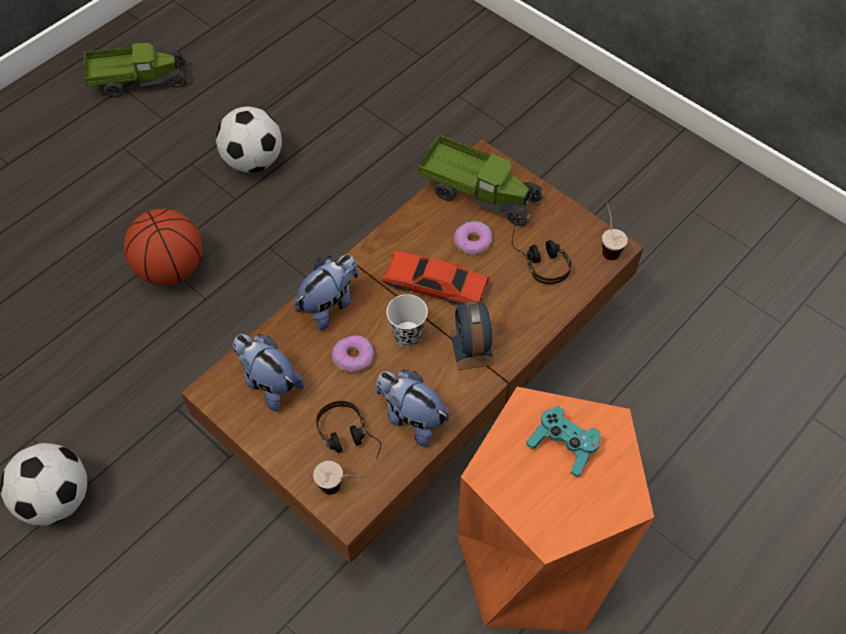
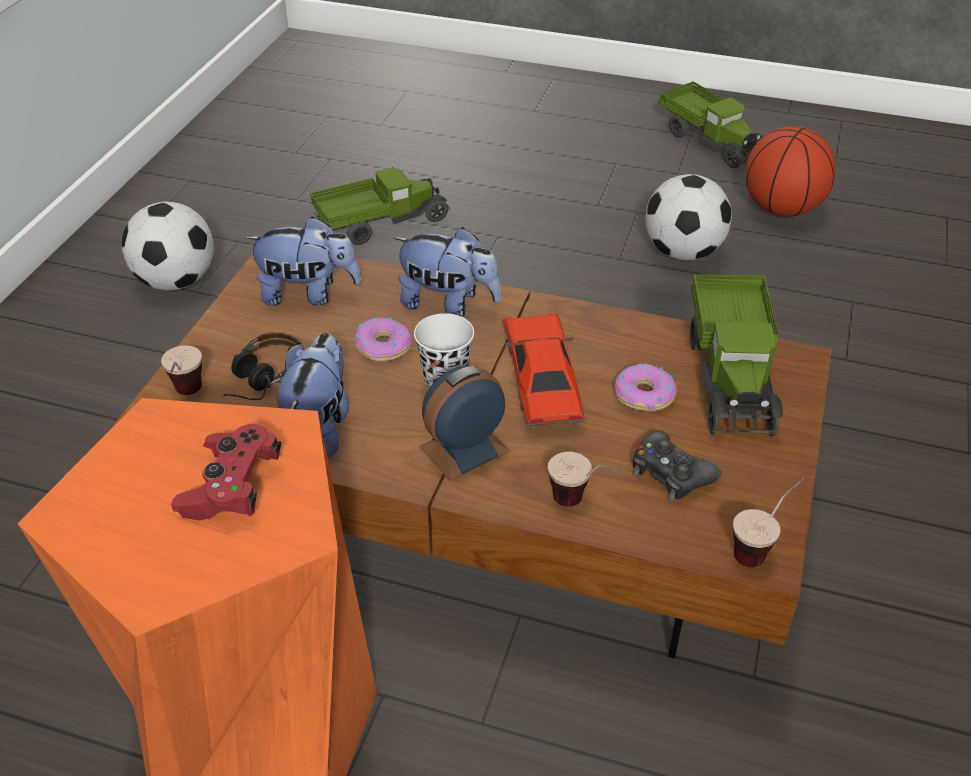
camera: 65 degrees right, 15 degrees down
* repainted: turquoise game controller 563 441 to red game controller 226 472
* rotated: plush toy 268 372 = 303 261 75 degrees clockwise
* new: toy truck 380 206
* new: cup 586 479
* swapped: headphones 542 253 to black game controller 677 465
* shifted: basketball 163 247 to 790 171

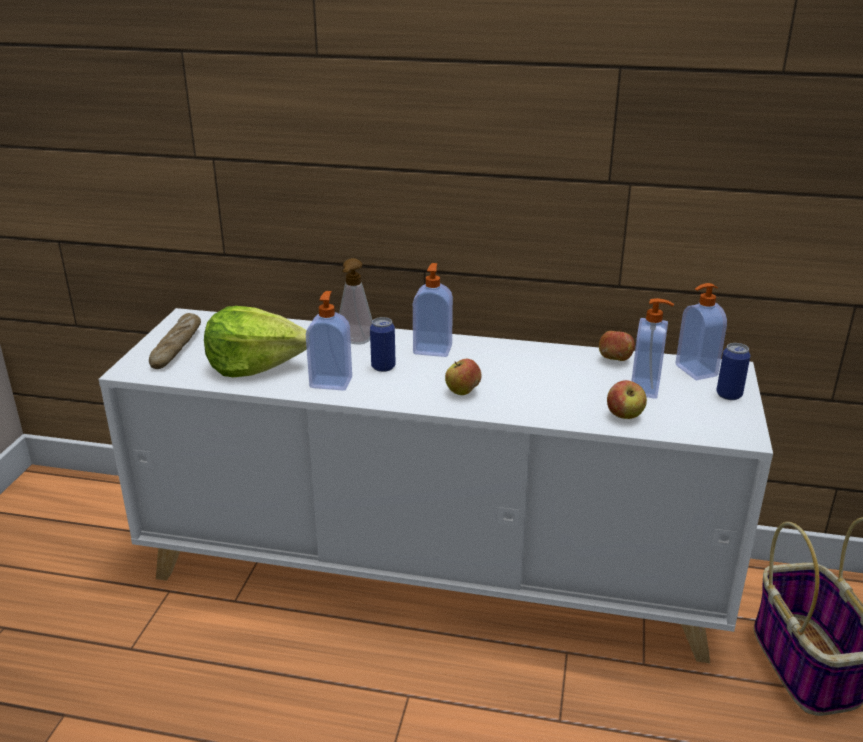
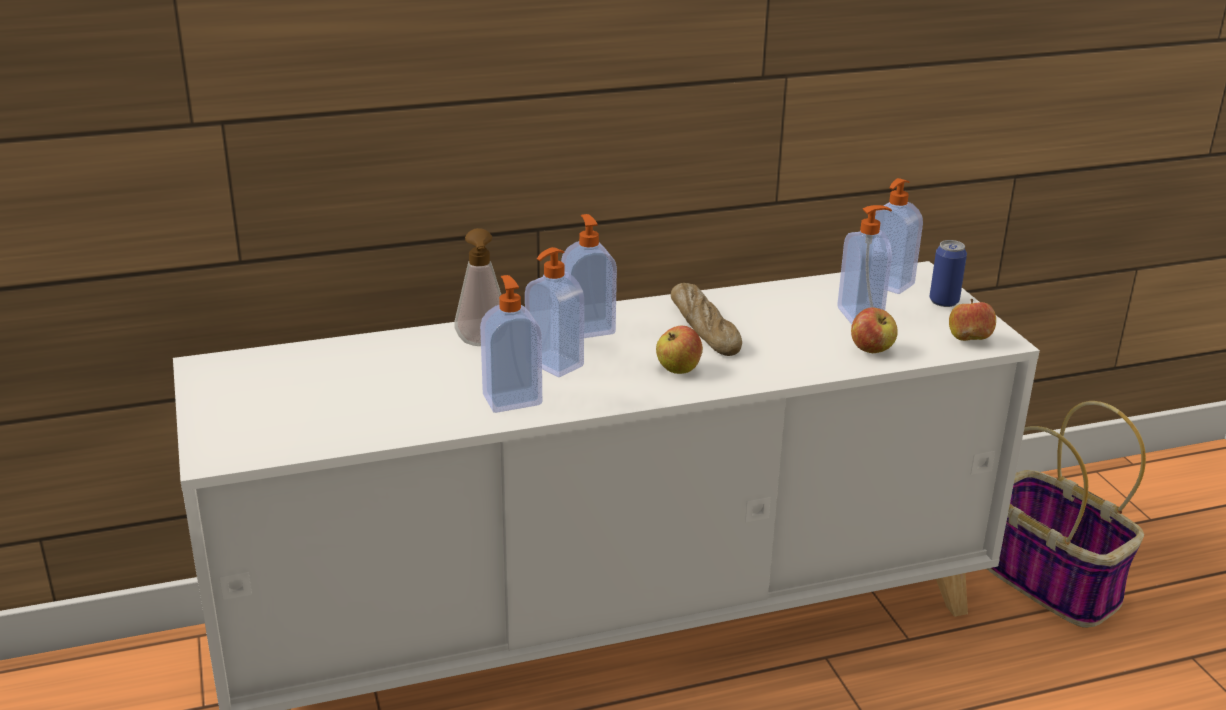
camera: 30 degrees left, 0 degrees up
* swapped: can 383 344 to soap dispenser 554 312
* shifted: bread 175 341 to 706 319
* shifted: apple 617 345 to 972 320
* gone: lettuce 255 341

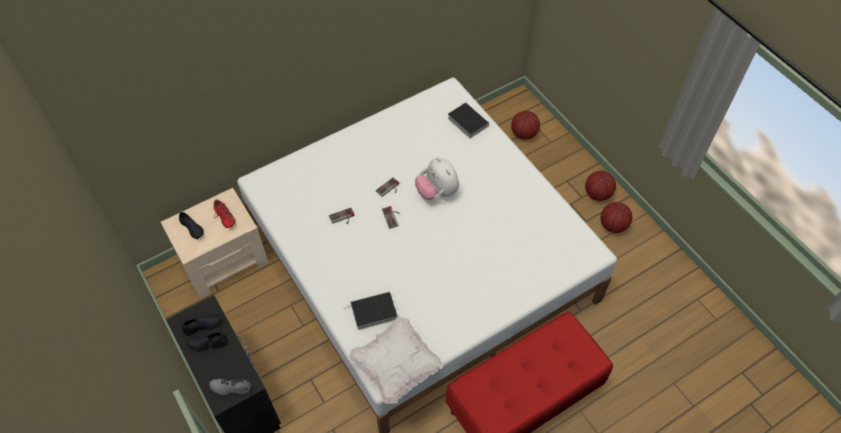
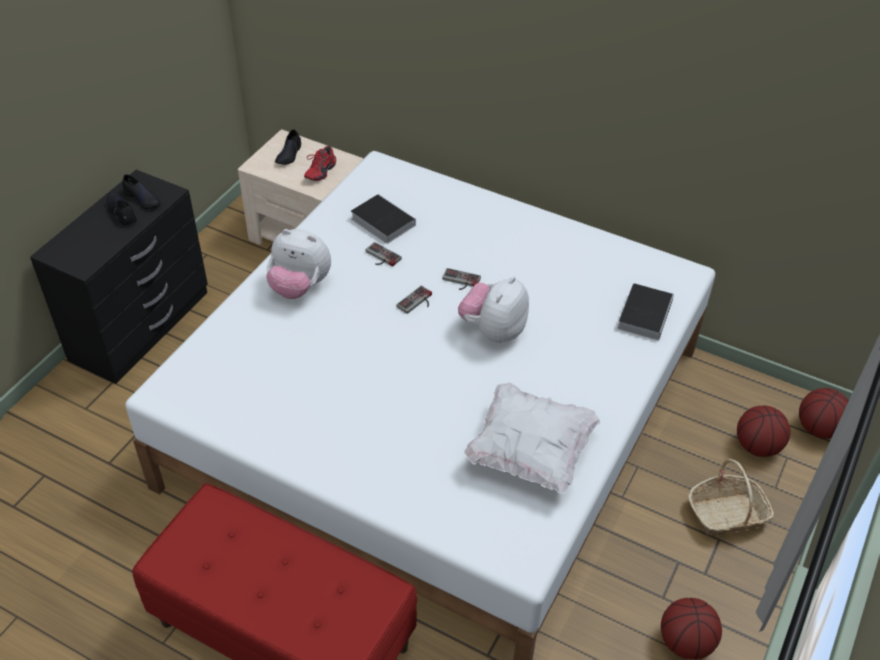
camera: 60 degrees right, 10 degrees down
* new: plush toy 298 264
* shifted: book 371 310 to 383 219
* shifted: white pillow 396 360 to 532 438
* new: basket 731 497
* shifted: basketball 600 186 to 824 413
* gone: grey shoe 230 387

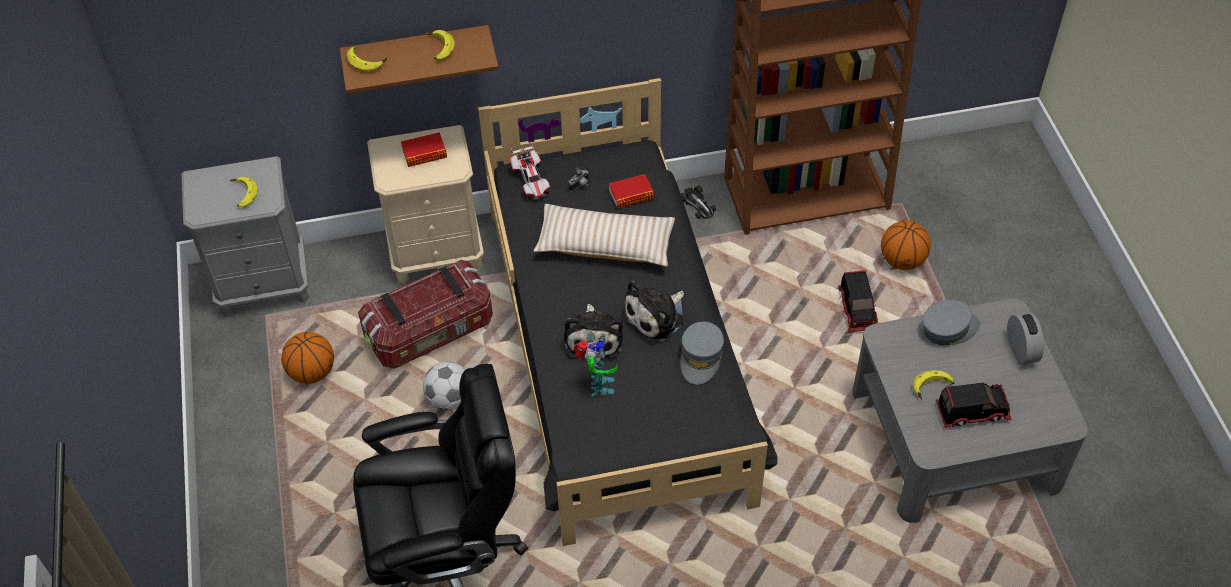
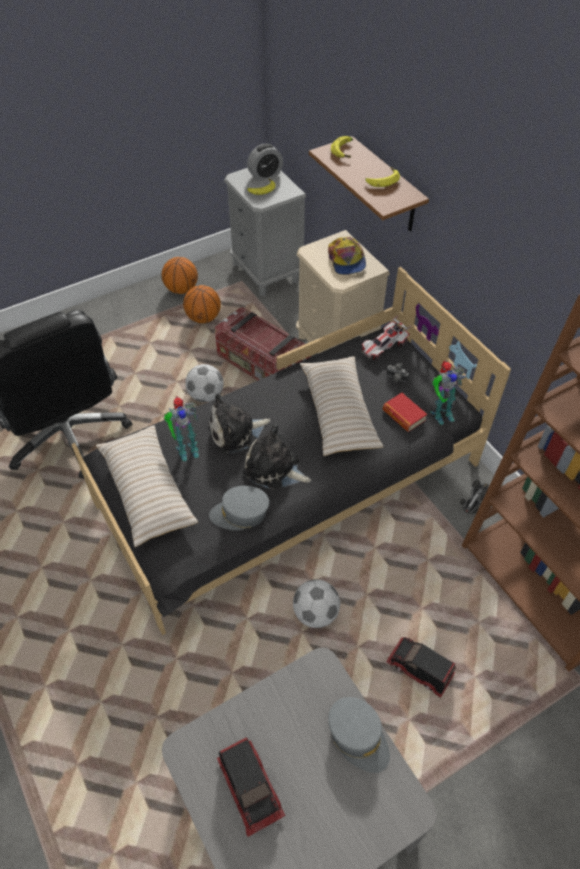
camera: 70 degrees right, 0 degrees up
* new: beige pillow 147 486
* shifted: basketball 906 245 to 179 275
* shifted: alarm clock 1025 338 to 265 162
* new: football 316 603
* swapped: book 424 149 to cap 347 256
* rotated: toy truck 858 301 = 421 667 60 degrees clockwise
* new: toy robot 448 392
* gone: banana 934 384

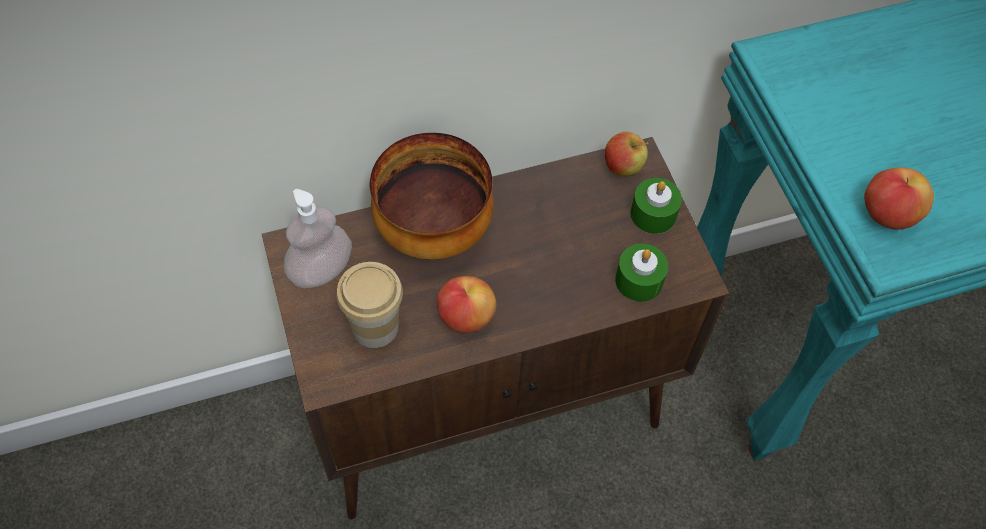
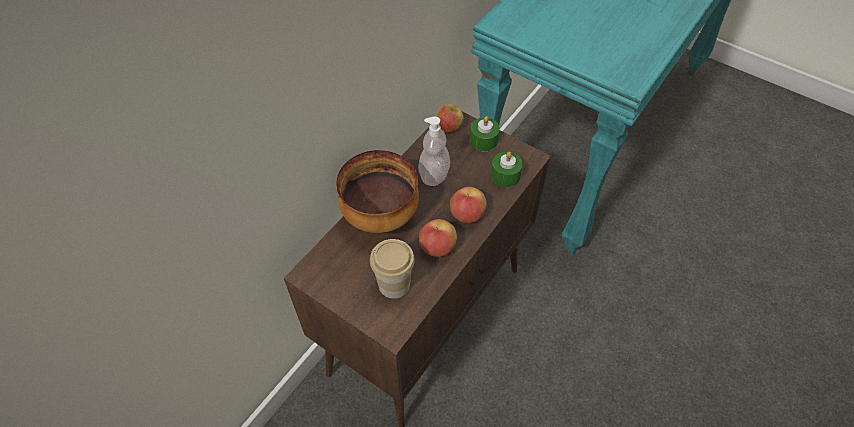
camera: 35 degrees left, 5 degrees down
* shifted: soap dispenser 318 238 to 434 151
* shifted: apple 899 198 to 468 205

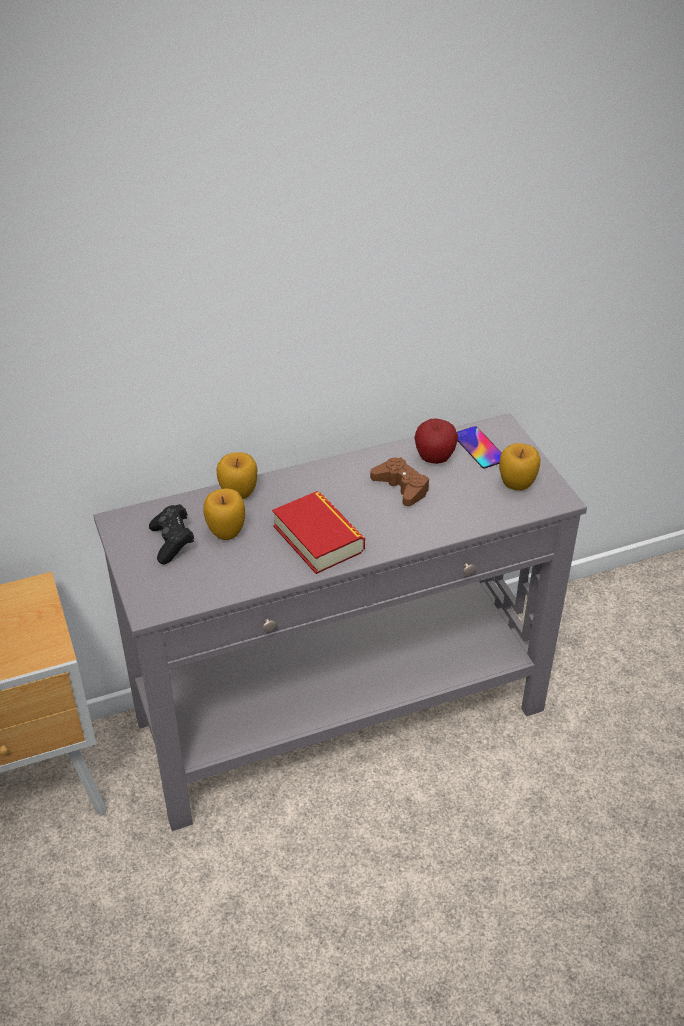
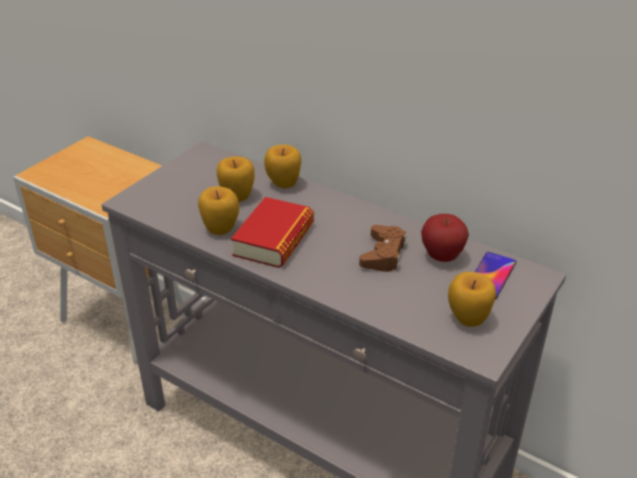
camera: 55 degrees right, 5 degrees down
* new: apple 218 210
* gone: black game controller 171 534

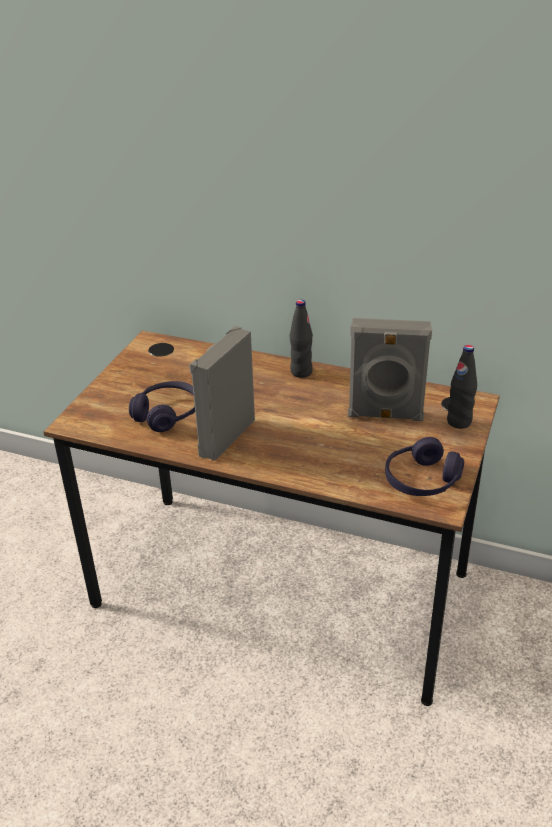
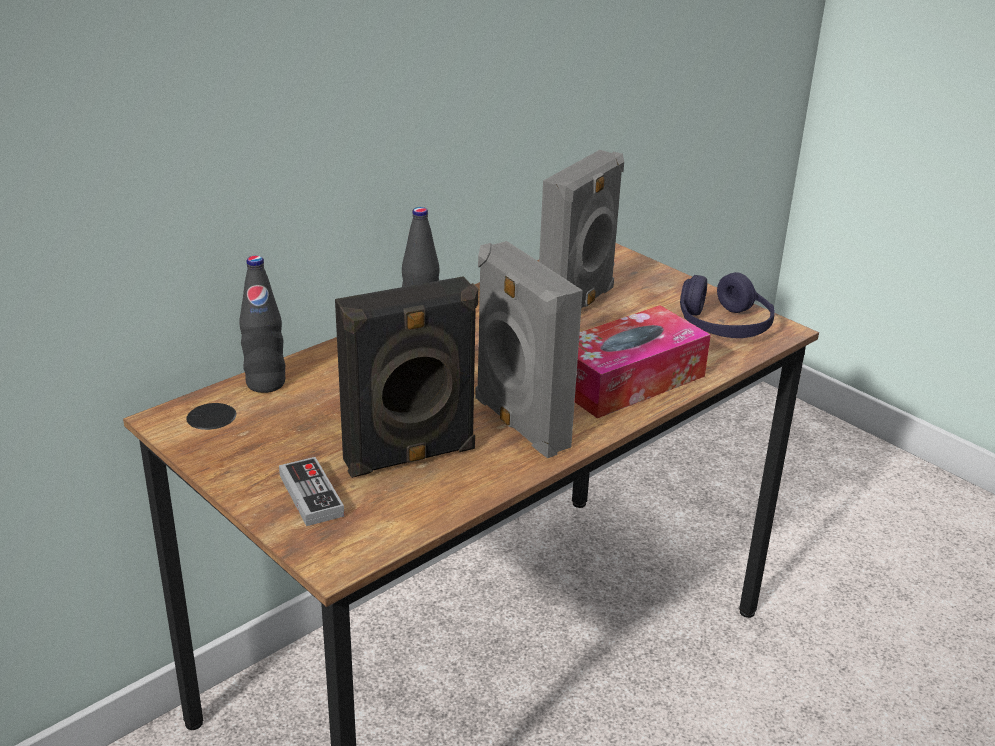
camera: 65 degrees left, 5 degrees down
* shifted: black bottle 462 387 to 262 324
* new: game controller 311 491
* swapped: purple headphones 162 406 to black speaker 406 377
* new: tissue box 643 361

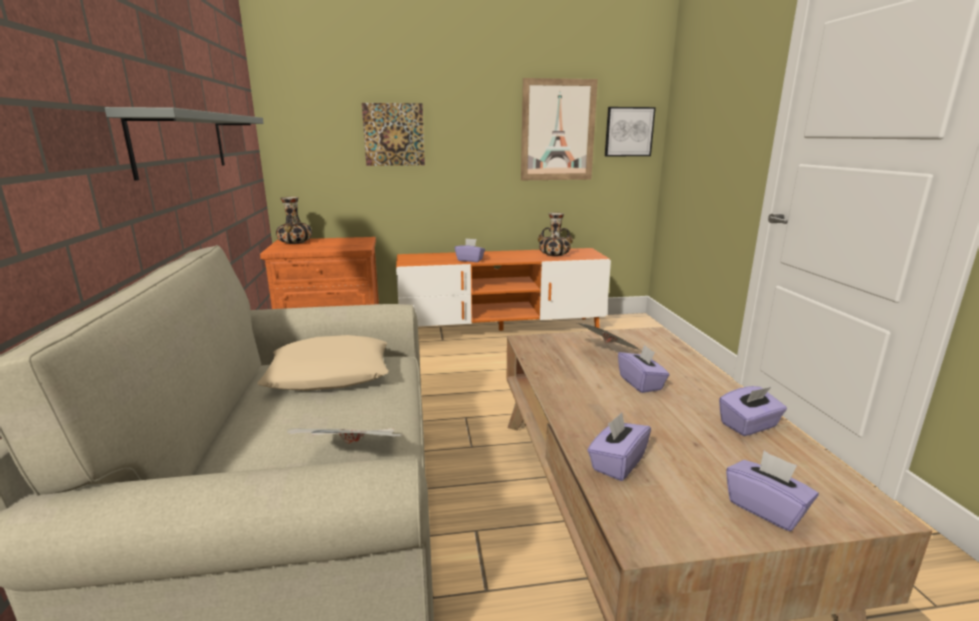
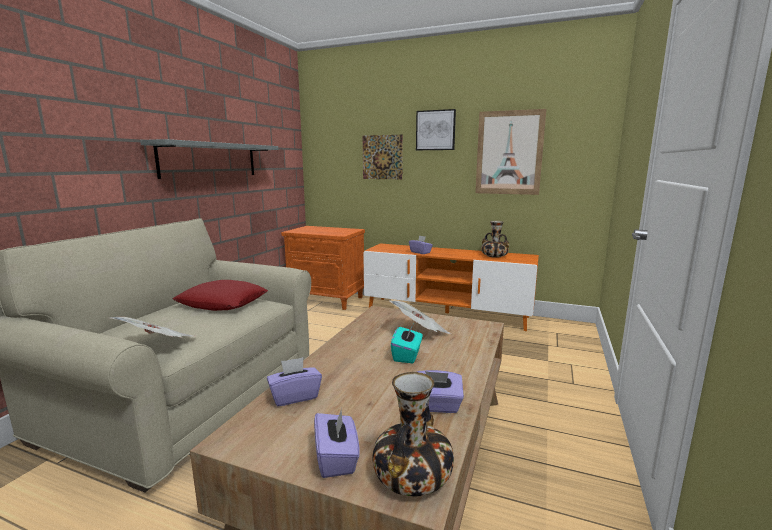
camera: 30 degrees right, 5 degrees down
* repainted: beige pillow 323 363 to red pillow 220 295
* shifted: vase 294 220 to 413 434
* repainted: purple tissue box 644 368 to turquoise tissue box 407 344
* shifted: picture 630 132 to 436 129

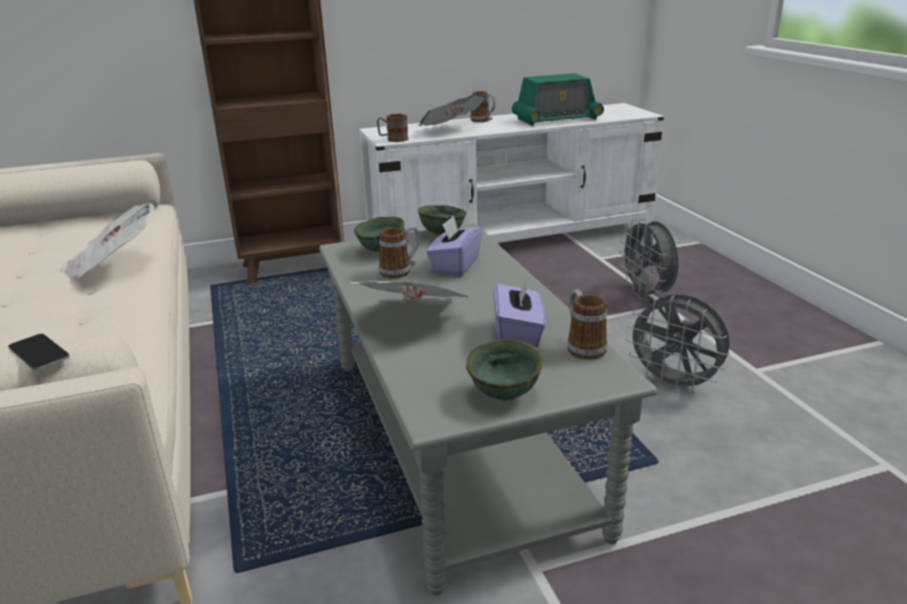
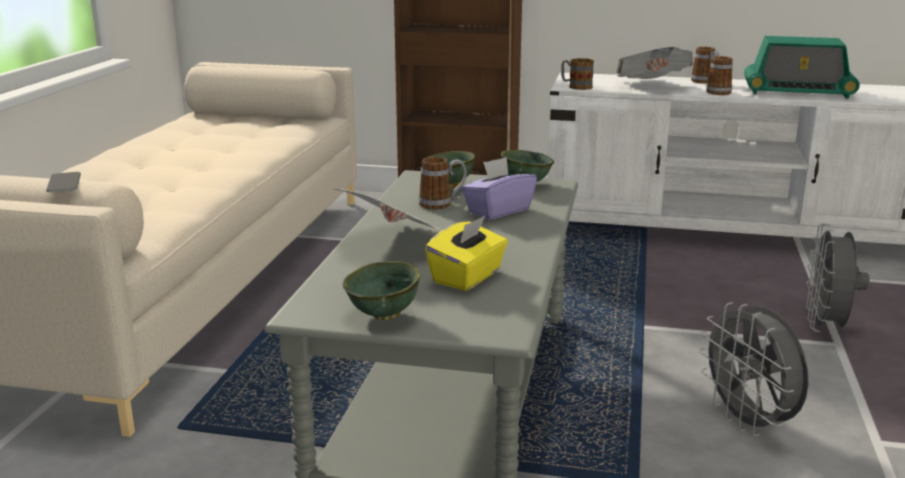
camera: 30 degrees right, 5 degrees down
* repainted: purple tissue box 519 311 to yellow tissue box 466 253
* shifted: mug 587 324 to 719 75
* gone: newspaper 107 241

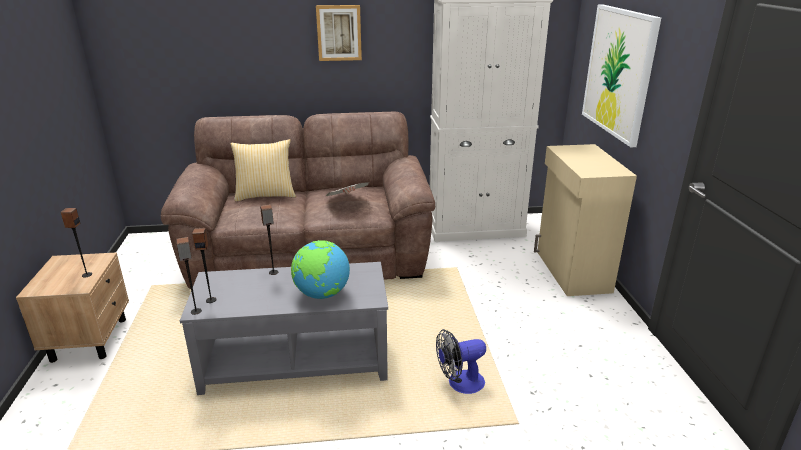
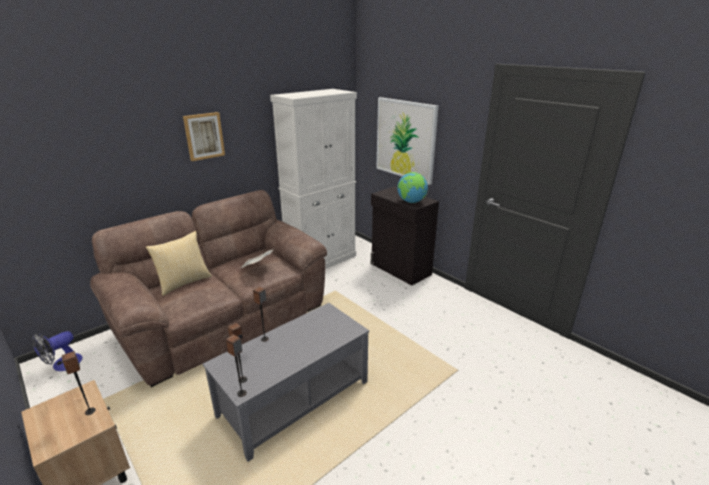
camera: 35 degrees left, 0 degrees up
* shifted: fan 461 361 to 57 351
* repainted: beige cabinet 585 220 to black cabinet 405 235
* shifted: globe 320 269 to 412 187

